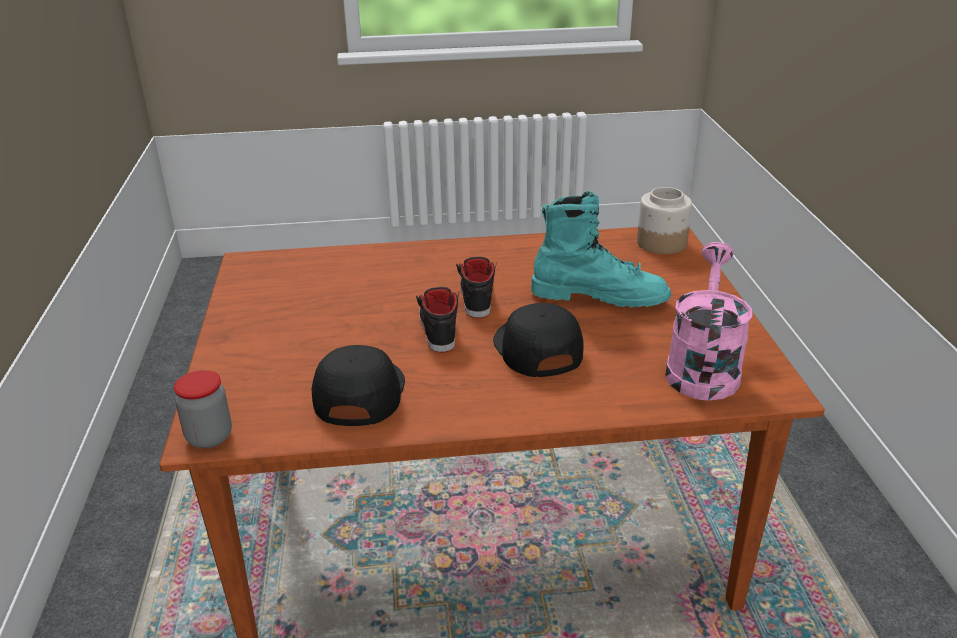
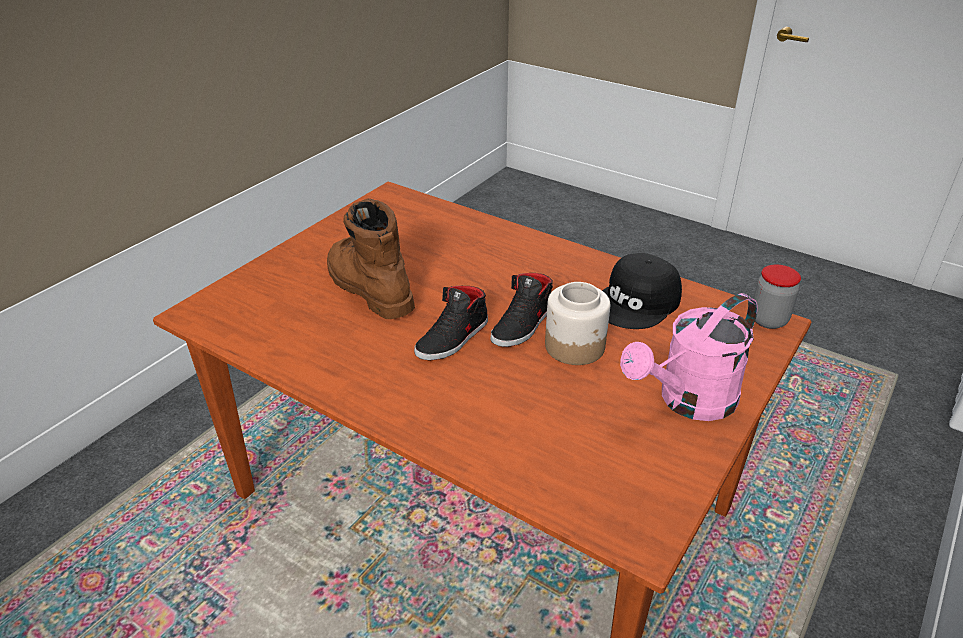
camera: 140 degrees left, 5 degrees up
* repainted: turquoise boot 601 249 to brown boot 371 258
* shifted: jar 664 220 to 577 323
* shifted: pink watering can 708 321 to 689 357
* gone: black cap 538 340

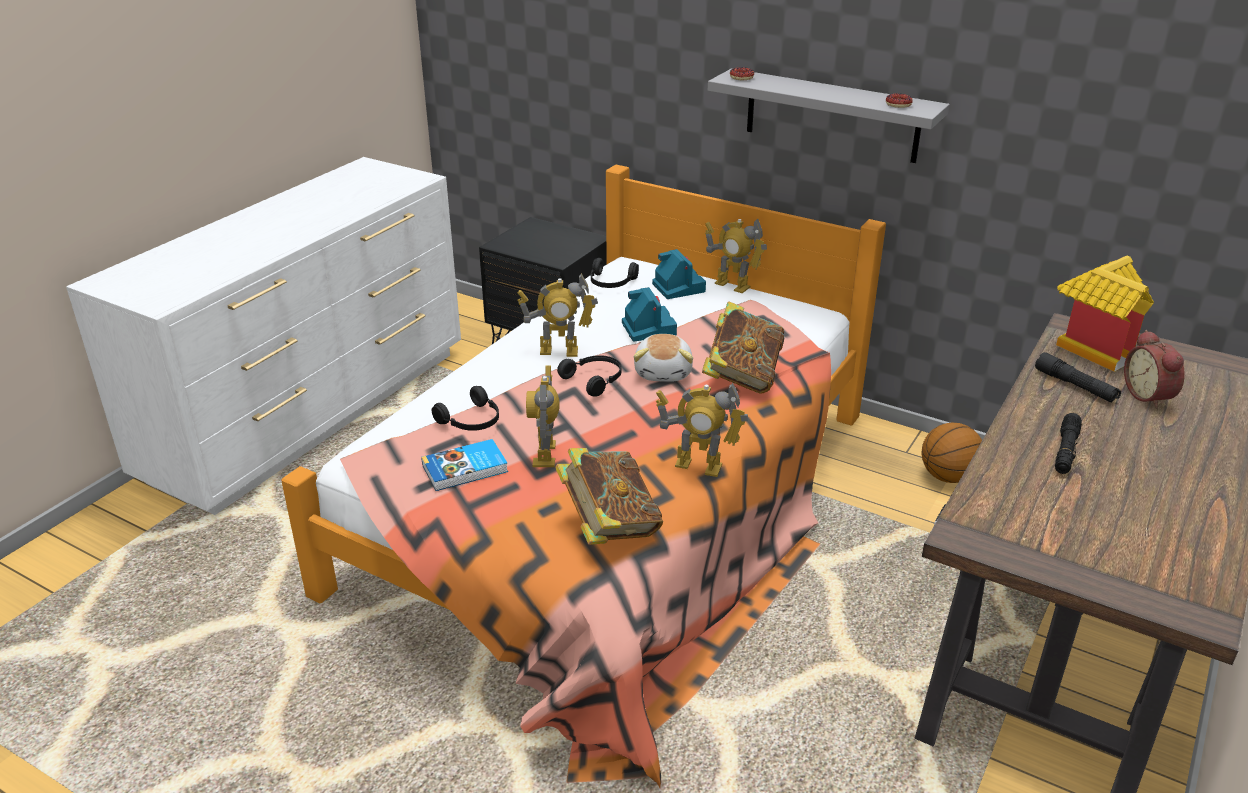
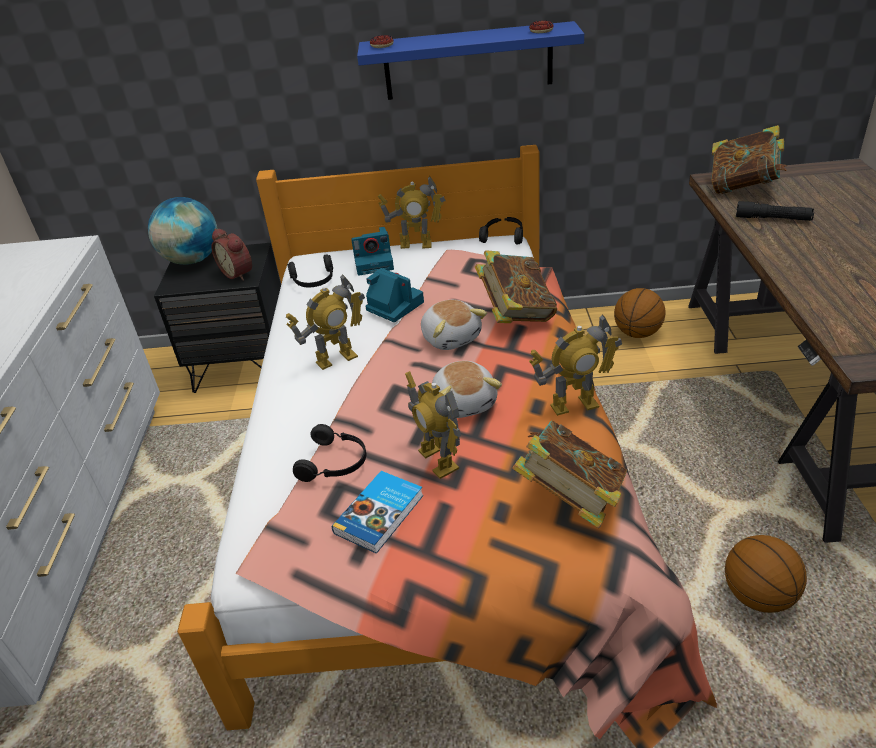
camera: 30 degrees left, 5 degrees up
* new: globe 183 231
* shifted: alarm clock 1154 369 to 231 254
* rotated: photo camera 679 274 = 372 251 135 degrees clockwise
* repainted: grey shelf 829 116 to blue shelf 470 60
* new: plush toy 467 389
* shifted: black headphones 589 375 to 501 231
* swapped: toy house 1105 314 to book 749 159
* new: basketball 766 574
* gone: black flashlight 1068 443

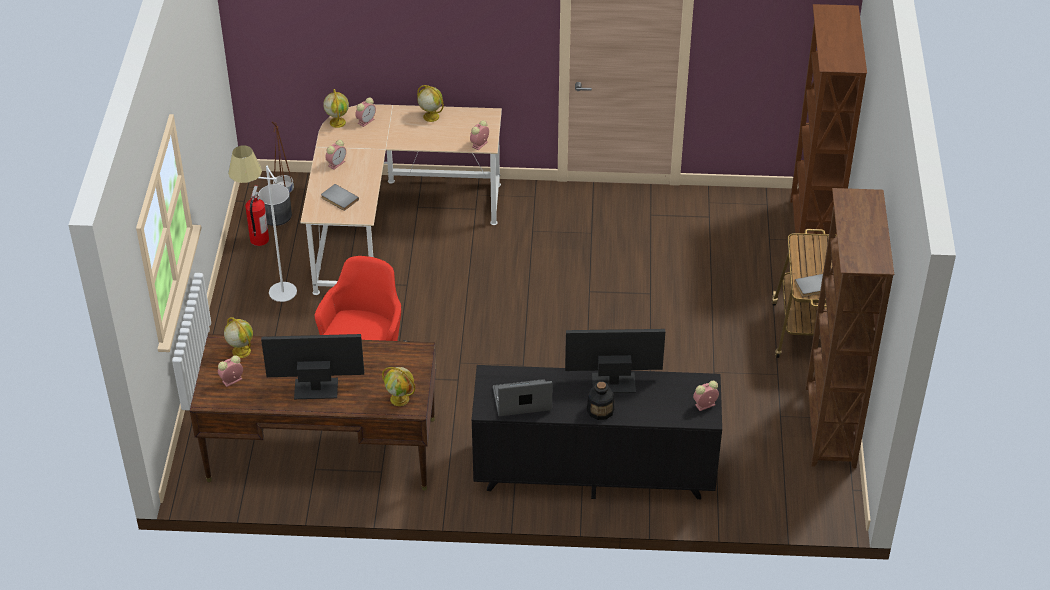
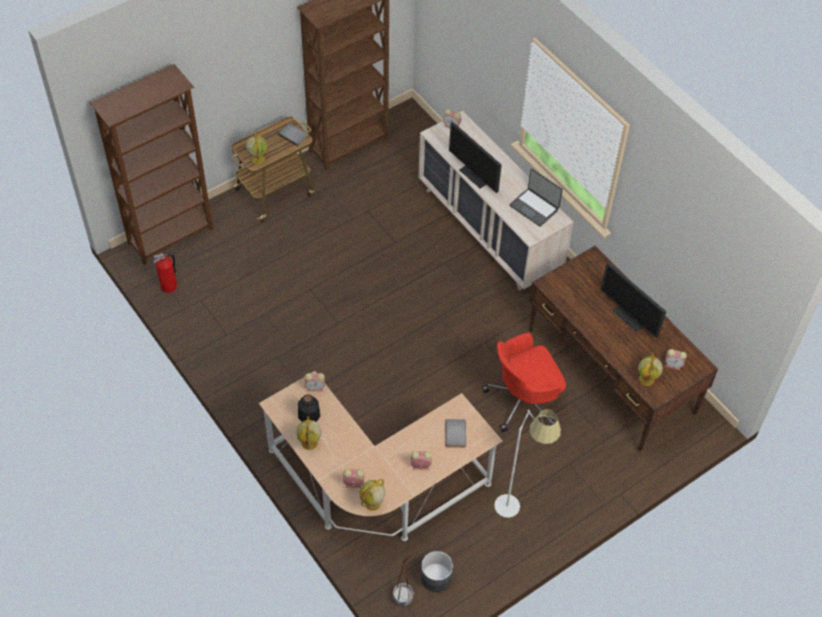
camera: 130 degrees left, 10 degrees up
* shifted: fire extinguisher 257 216 to 165 273
* shifted: globe 398 386 to 256 148
* shifted: bottle 600 400 to 309 408
* repainted: black dresser 597 432 to beige dresser 496 201

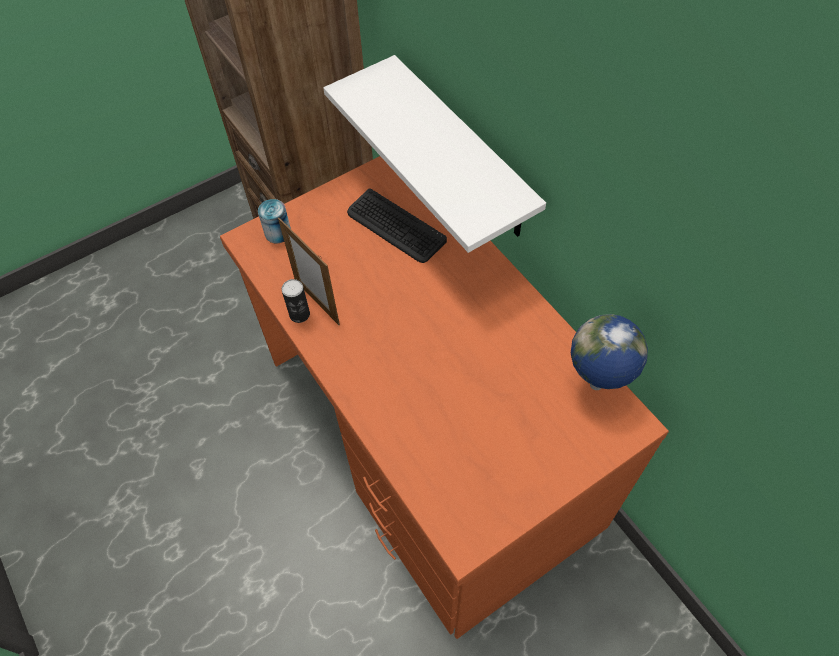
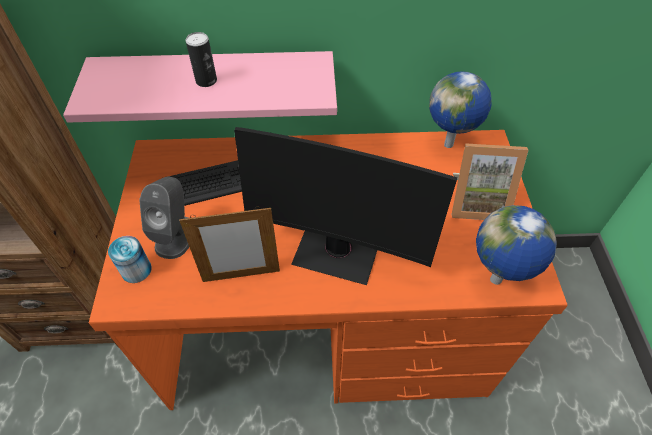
camera: 60 degrees left, 5 degrees down
* repainted: white shelf 434 154 to pink shelf 200 87
* new: grey speaker 164 218
* shifted: can 296 301 to 201 59
* new: monitor 345 206
* new: picture frame 489 181
* new: globe 516 245

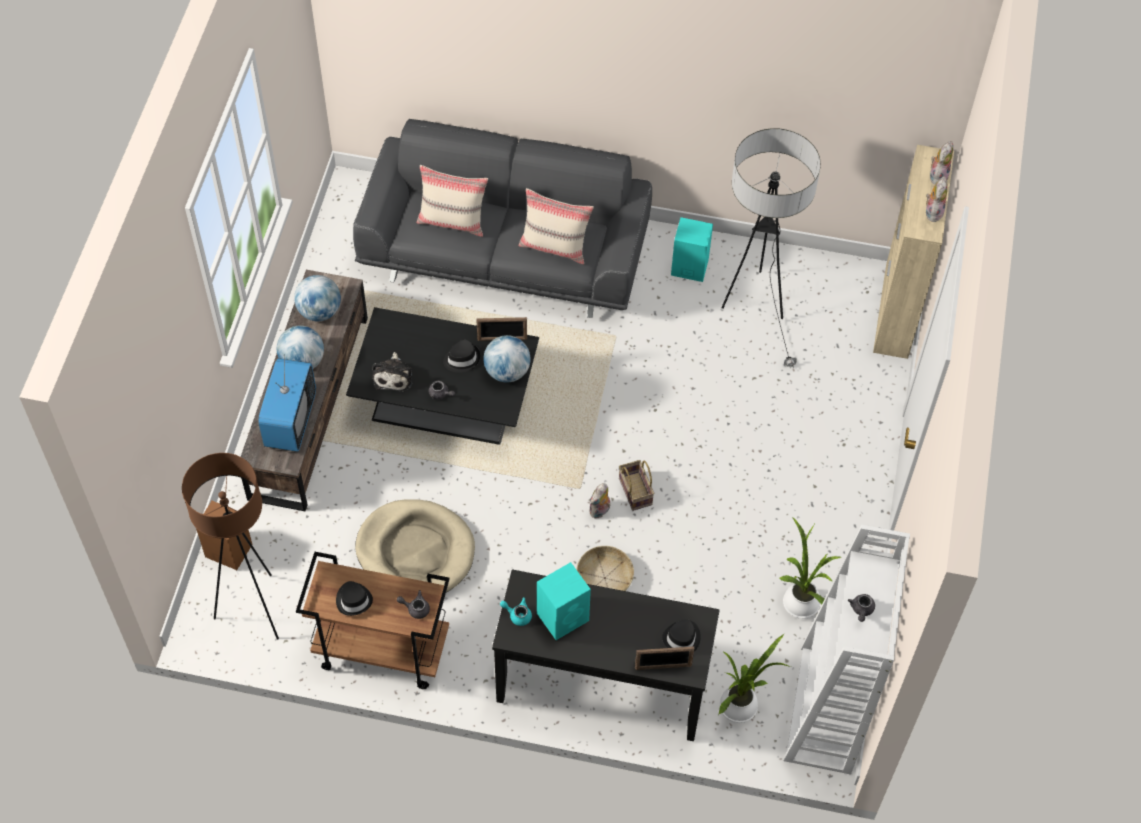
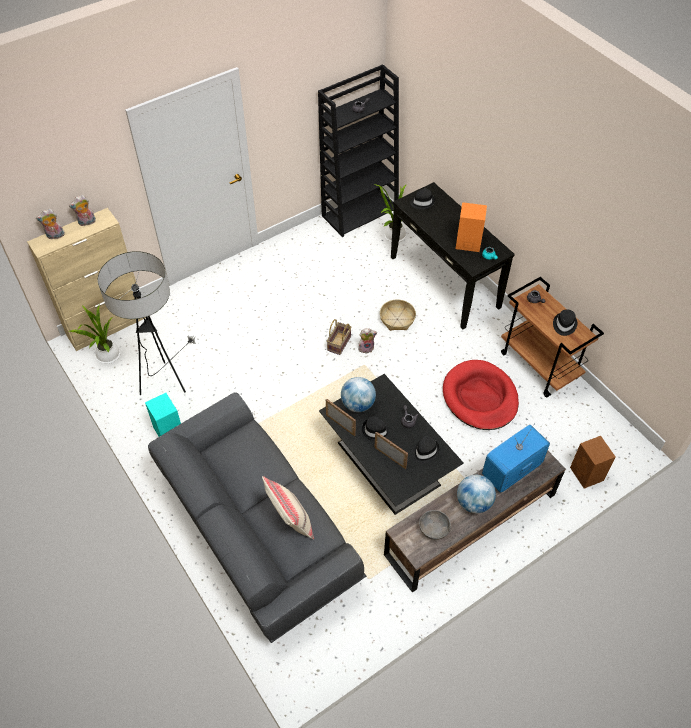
camera: 135 degrees left, 5 degrees down
* shifted: potted plant 810 568 to 95 334
* repainted: white bookcase 846 650 to black bookcase 358 150
* shifted: picture frame 665 658 to 391 450
* swapped: plush toy 392 372 to black hat 426 450
* swapped: globe 317 298 to grey bowl 435 525
* repainted: beige dog bed 415 546 to red dog bed 481 395
* repainted: turquoise speaker 564 601 to orange speaker 471 227
* gone: brown floor lamp 230 546
* gone: beige pillow 556 226

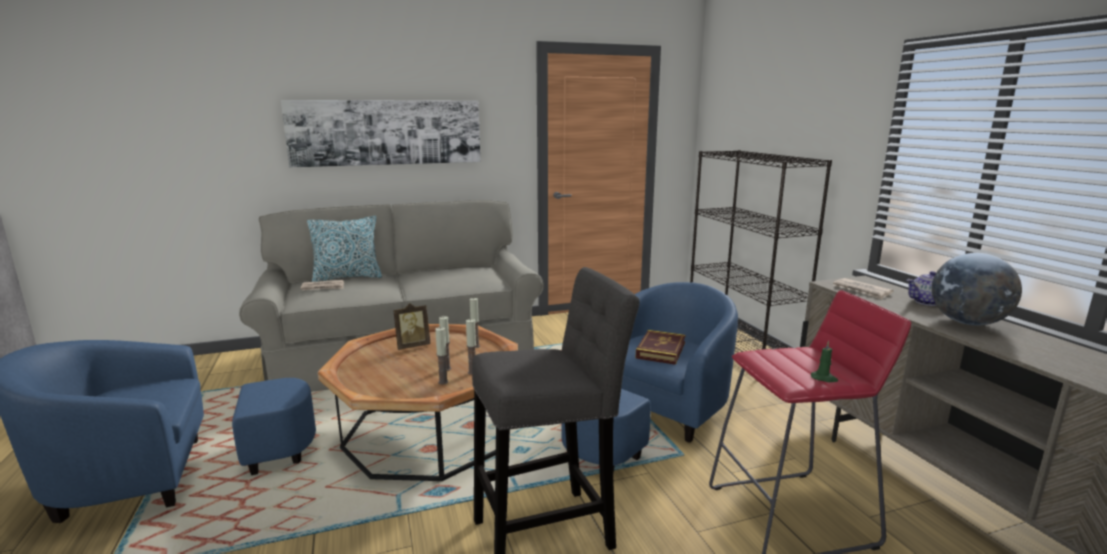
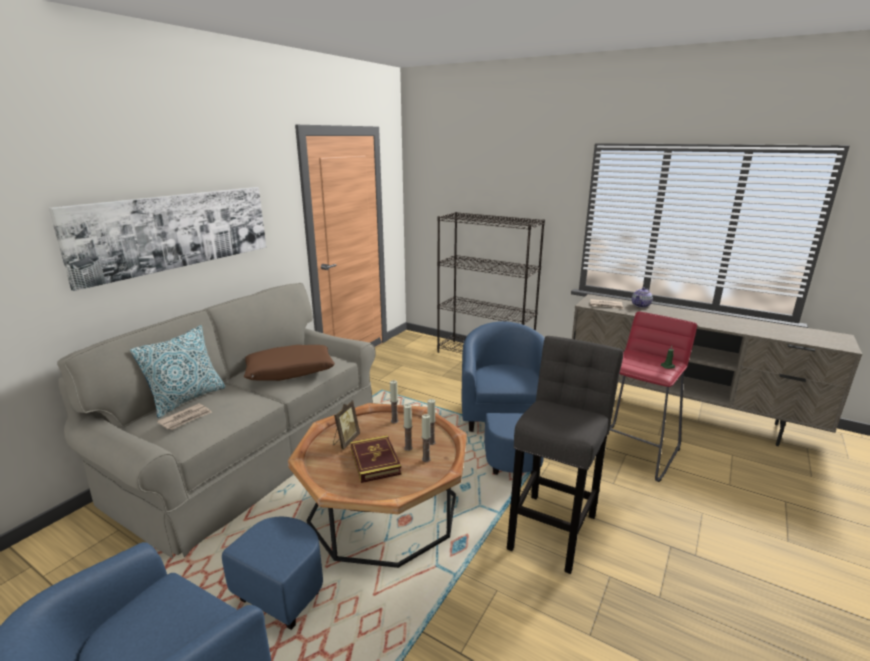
camera: 40 degrees left, 5 degrees up
* new: brown pillow 289 363
* shifted: book 661 347 to 376 459
* gone: globe 977 289

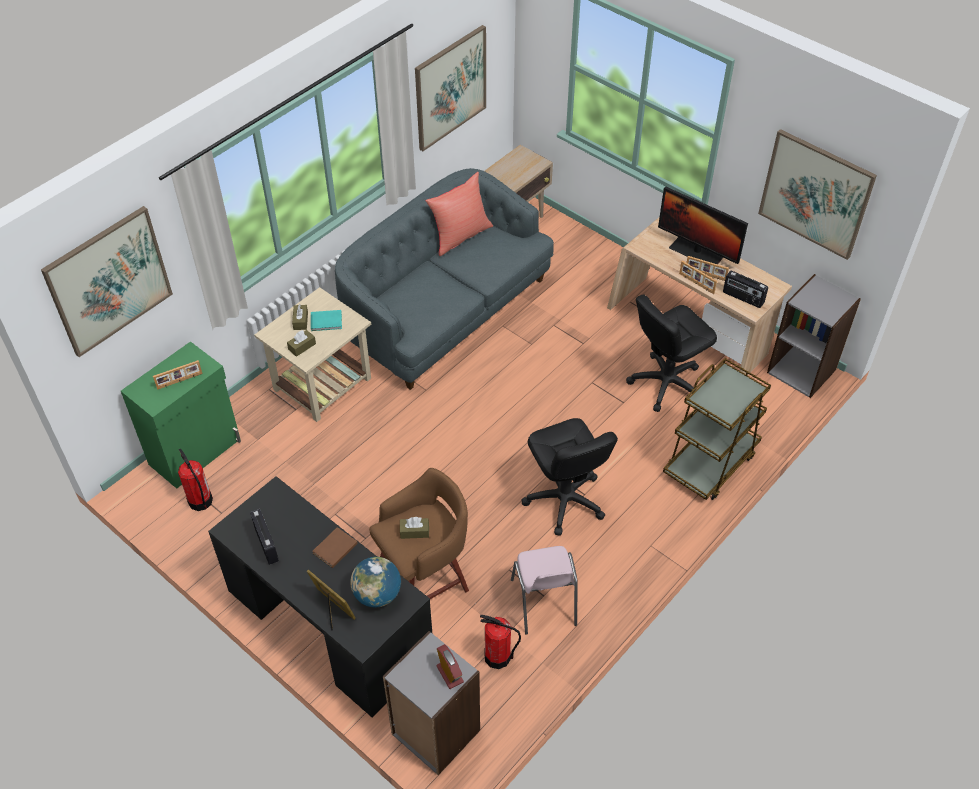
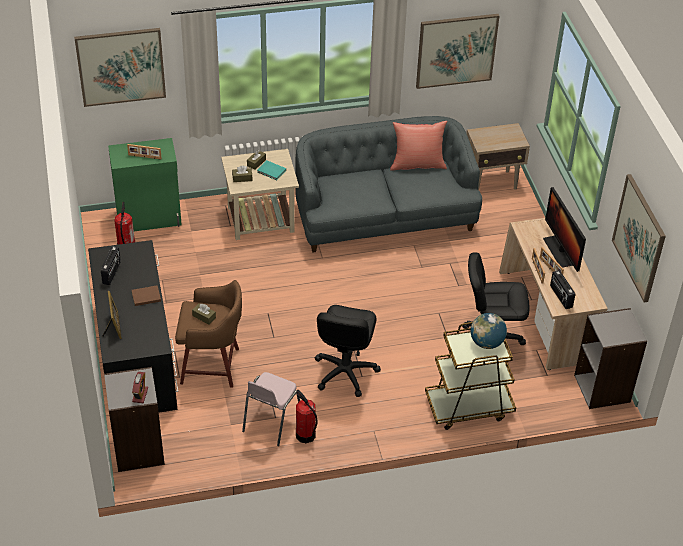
camera: 35 degrees right, 5 degrees down
* shifted: fire extinguisher 500 642 to 306 416
* shifted: globe 375 582 to 489 331

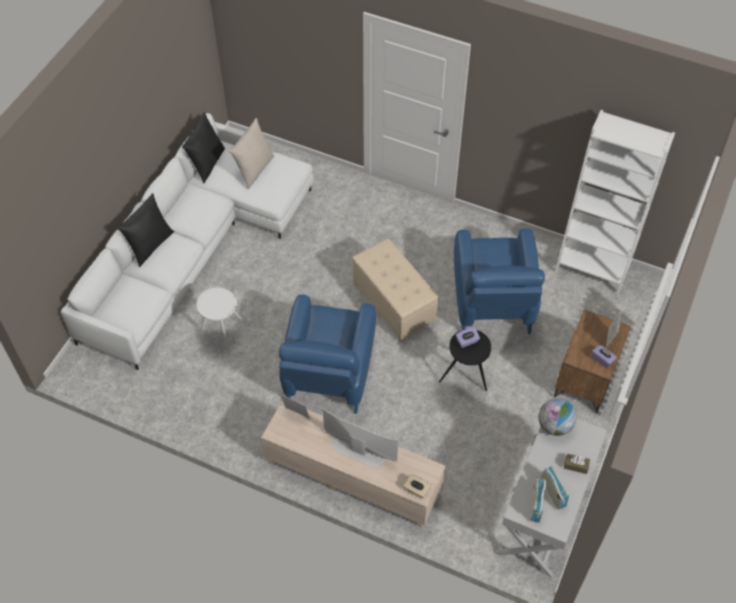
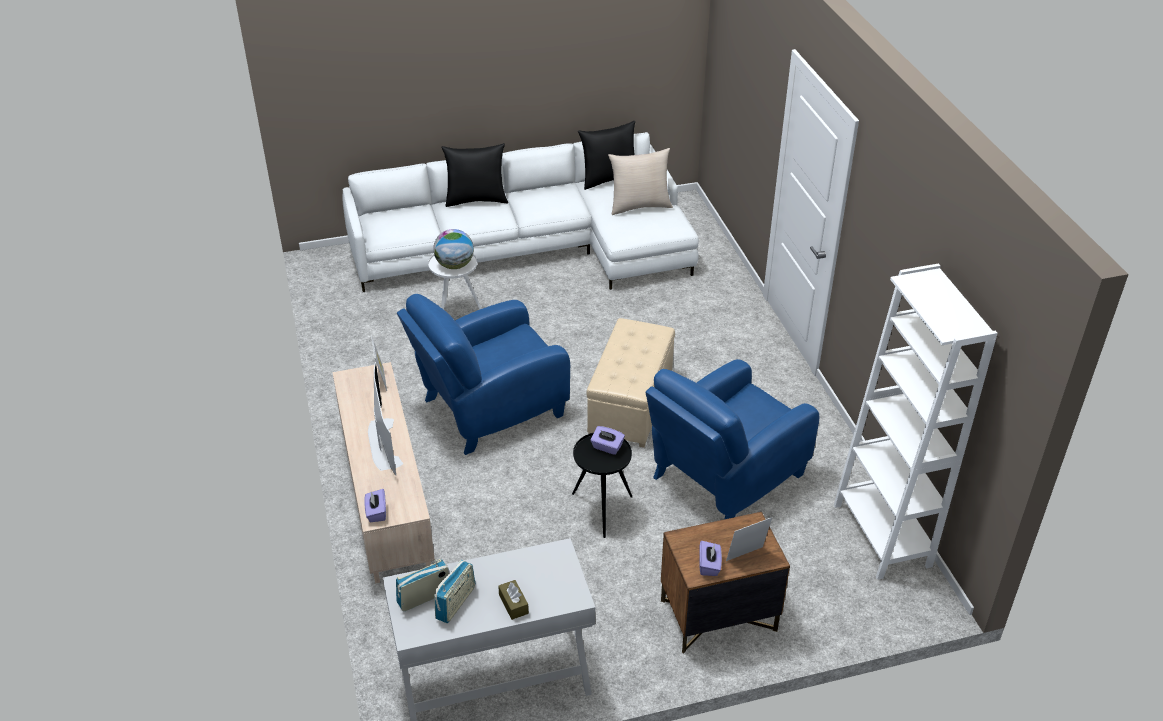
camera: 50 degrees right, 15 degrees down
* repainted: beige tissue box 417 486 to purple tissue box 375 505
* shifted: globe 558 417 to 453 249

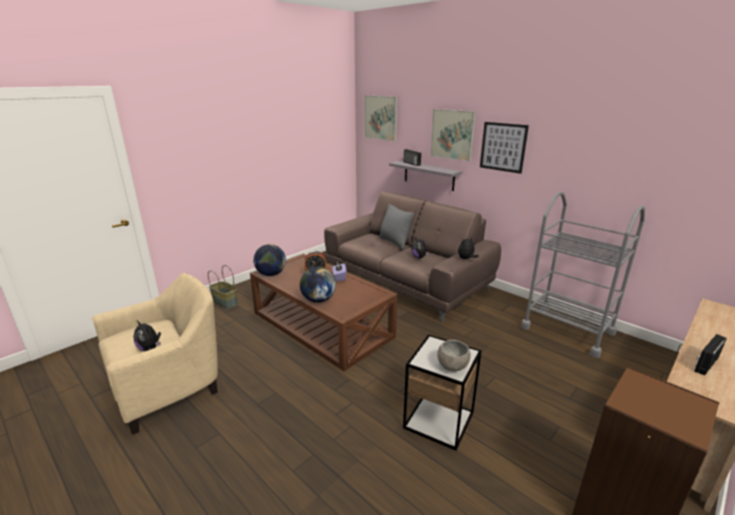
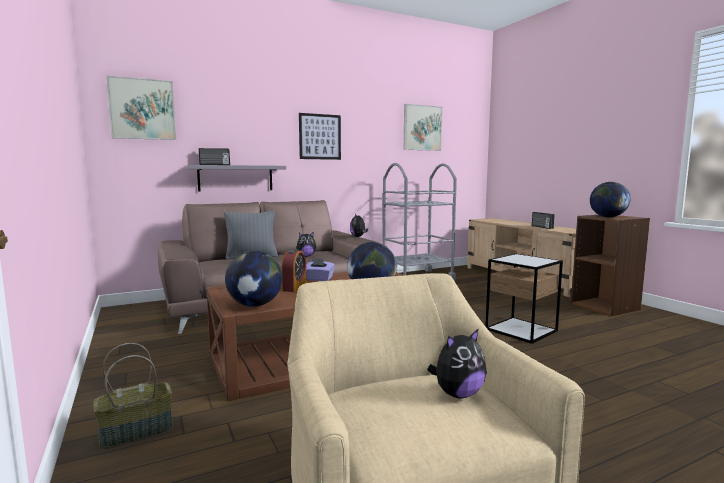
camera: 70 degrees left, 15 degrees down
* shifted: picture 453 135 to 423 127
* new: globe 610 199
* gone: grey bowl 454 355

